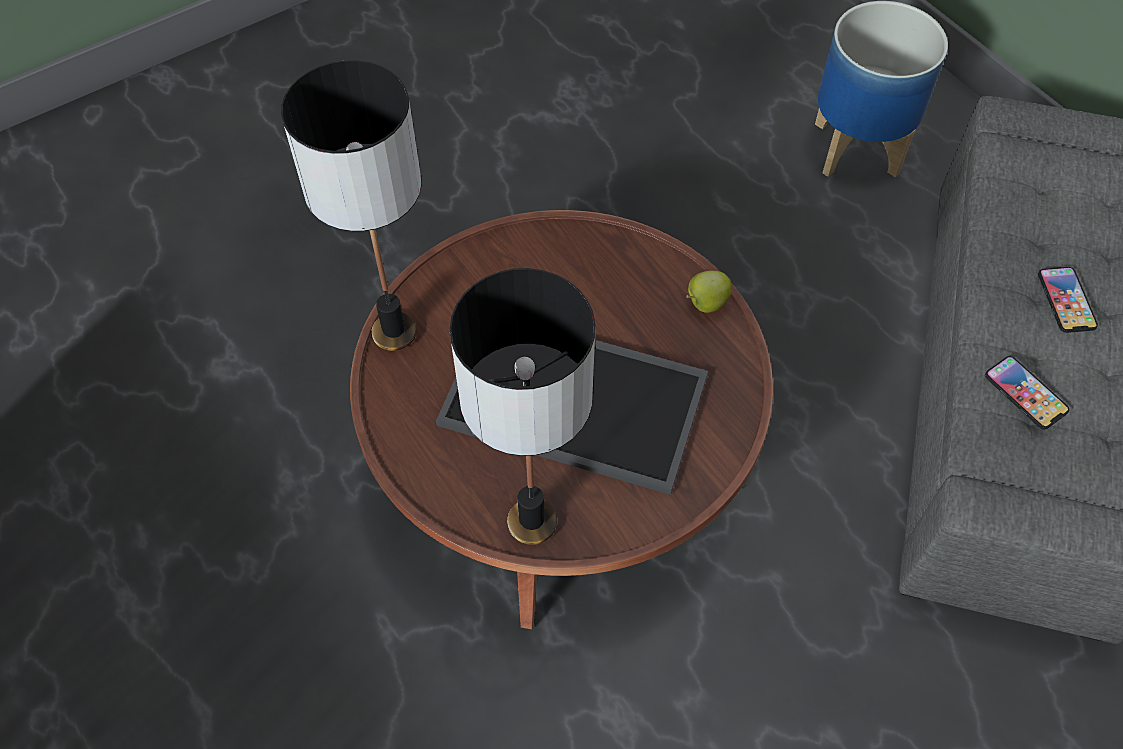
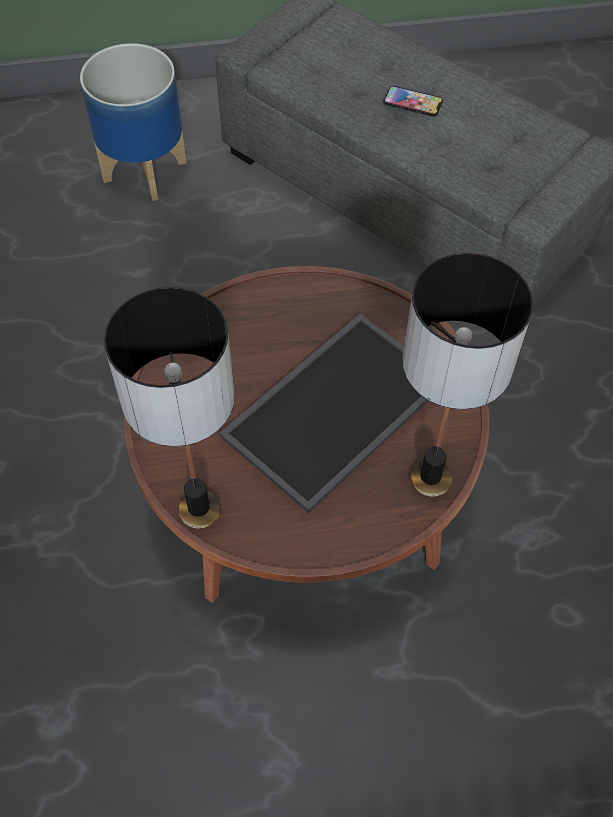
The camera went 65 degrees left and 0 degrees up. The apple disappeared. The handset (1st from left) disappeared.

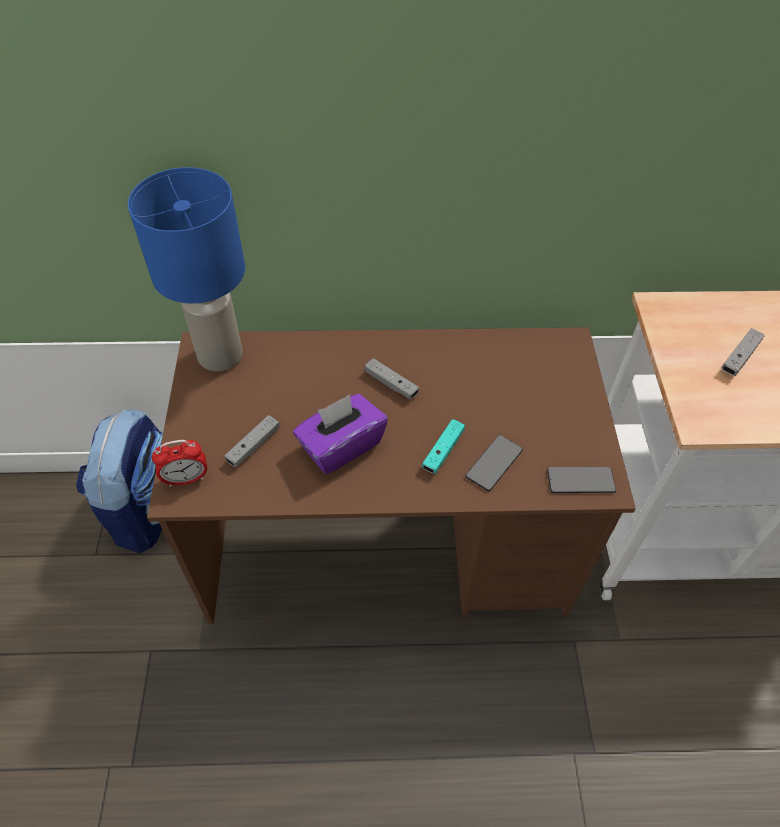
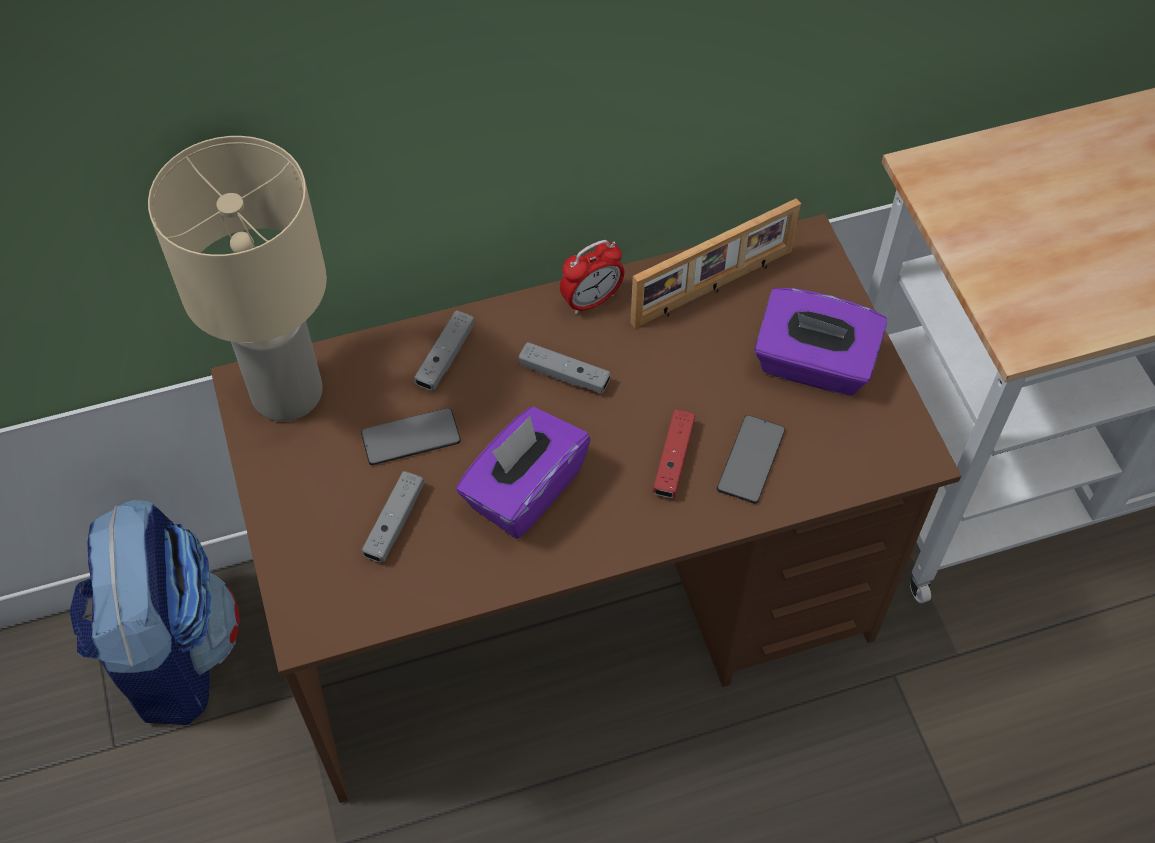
The camera went 15 degrees left and 5 degrees up. The picture_frame appeared. The purple_tissue_box (2nd from left) appeared. The bedside_clock moved. The handset (2nd from left in the first image) moved. The gray_joypad (3rd from left in the first image) moved. The bluish_tabletop_lamp became the beige_tabletop_lamp. The blue-green_joypad became the reddish_joypad.

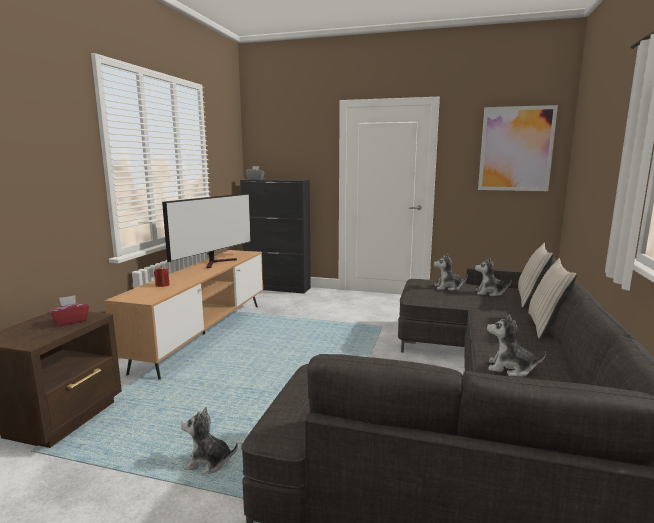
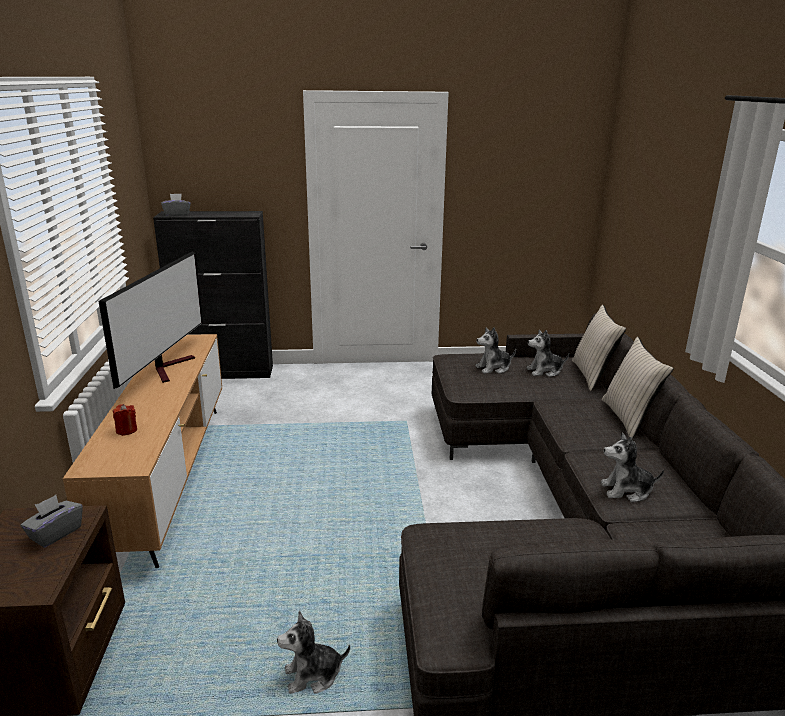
The camera went 20 degrees left and 10 degrees up. The wall_art disappeared. The reddish_tissue_box became the gray_tissue_box (1st from left).

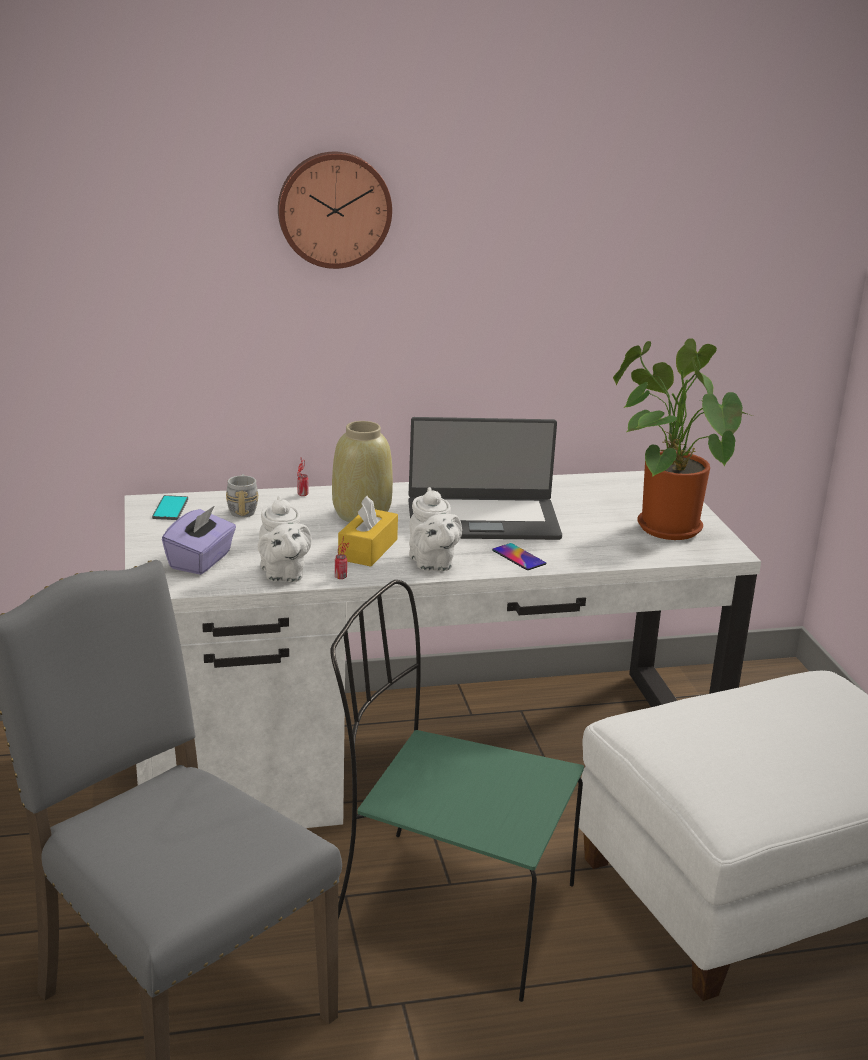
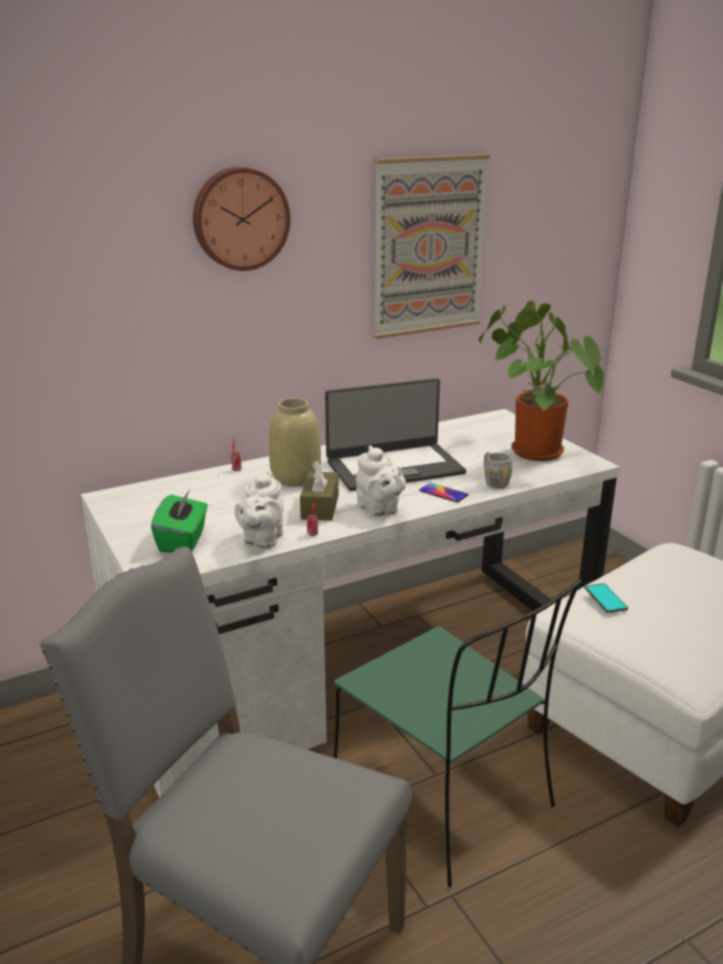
The camera went 15 degrees left and 0 degrees up. The wall_art appeared. The handset (1st from left in the first image) moved. The gray_tea_mug moved. The purple_tissue_box became the green-coloured_tissue_box. The yellow-coloured_tissue_box became the brownish_tissue_box. The whitish_tea_pot (1st from left) turned 45 degrees clockwise. The green-coloured_chair turned 135 degrees counterclockwise.

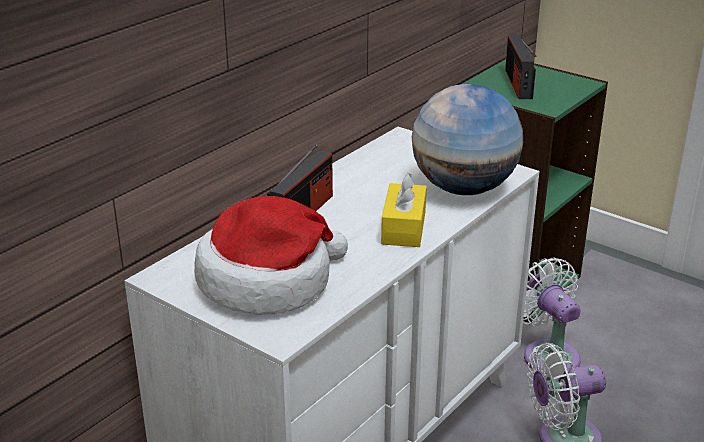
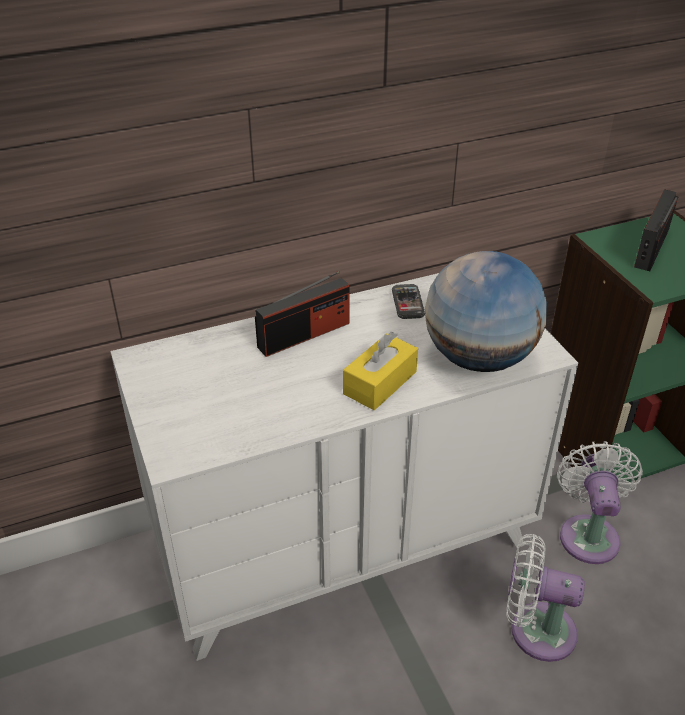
The camera went 30 degrees right and 10 degrees up. The hat disappeared. The handset appeared.

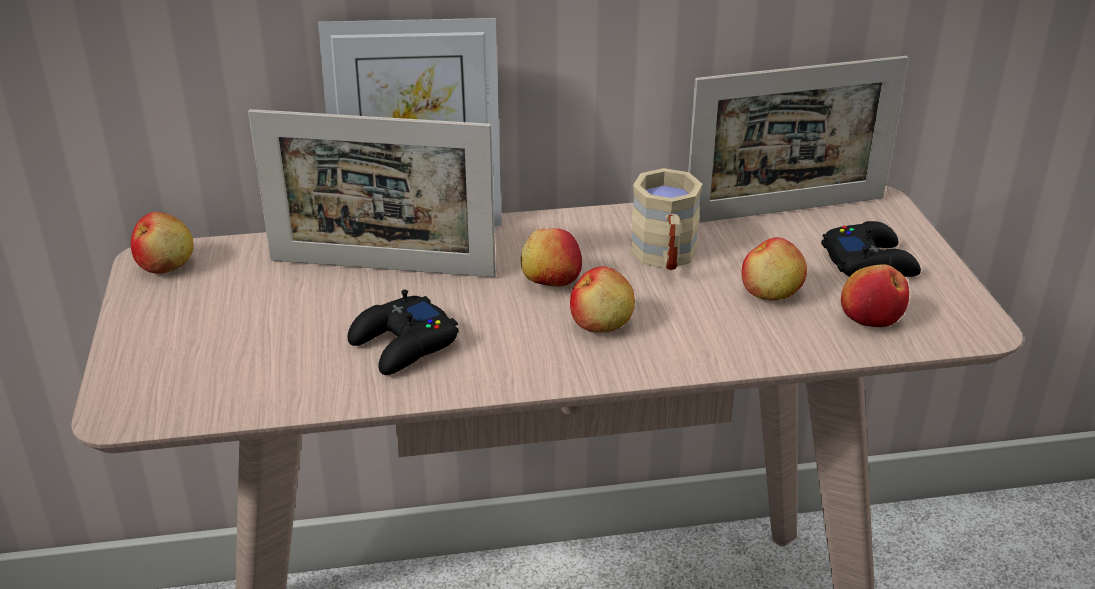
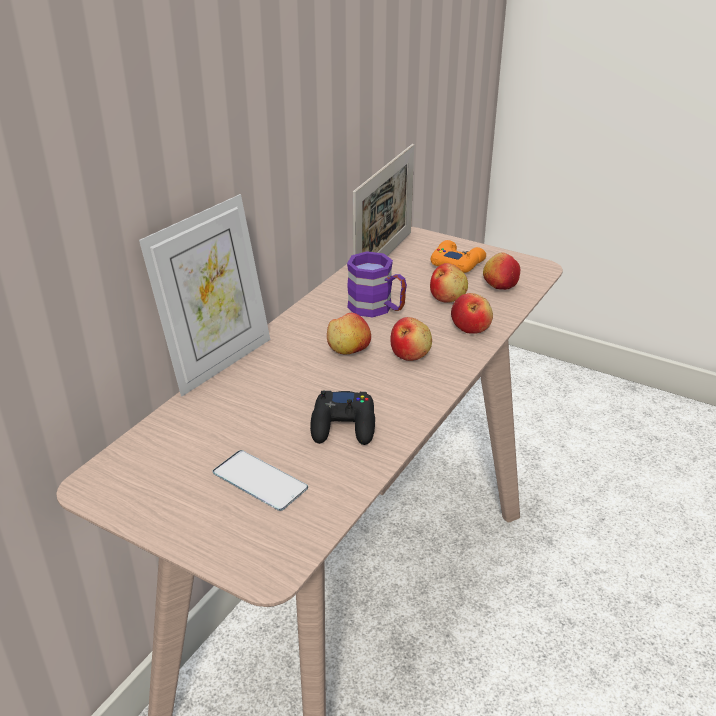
The camera went 50 degrees left and 0 degrees up. The picture_frame (1st from left) disappeared. The handset appeared. The apple (1st from left in the first image) moved. The beige_tea_mug became the purple_tea_mug. The black_joypad (2nd from left) became the orange_joypad.

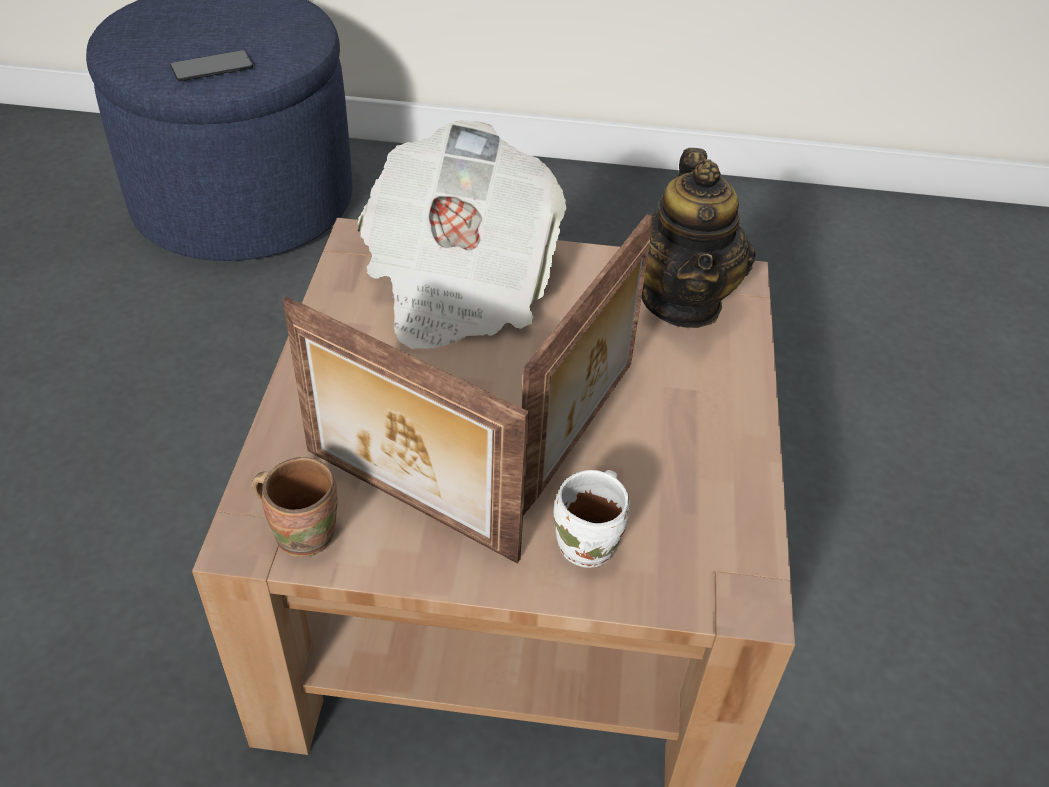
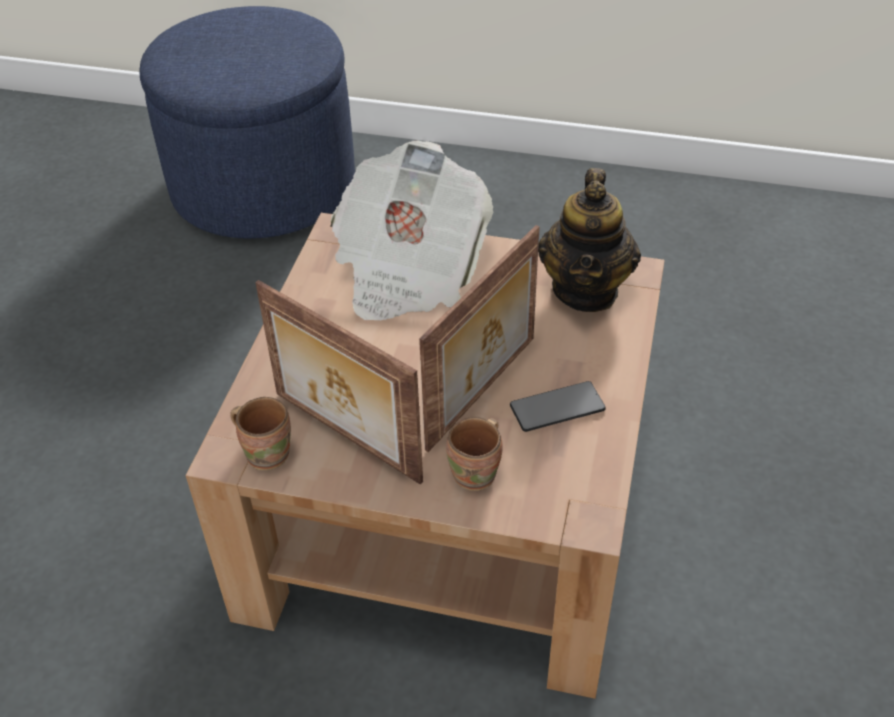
The camera went 10 degrees right and 0 degrees up. The handset moved. The whitish_tea_mug became the brownish_tea_mug (2nd from left).

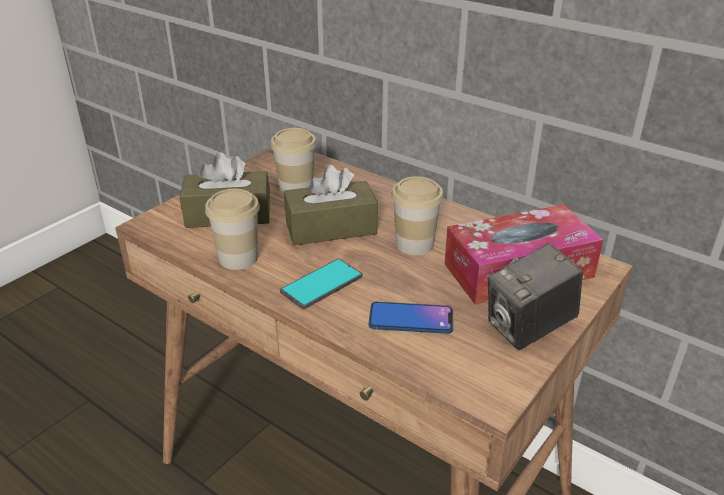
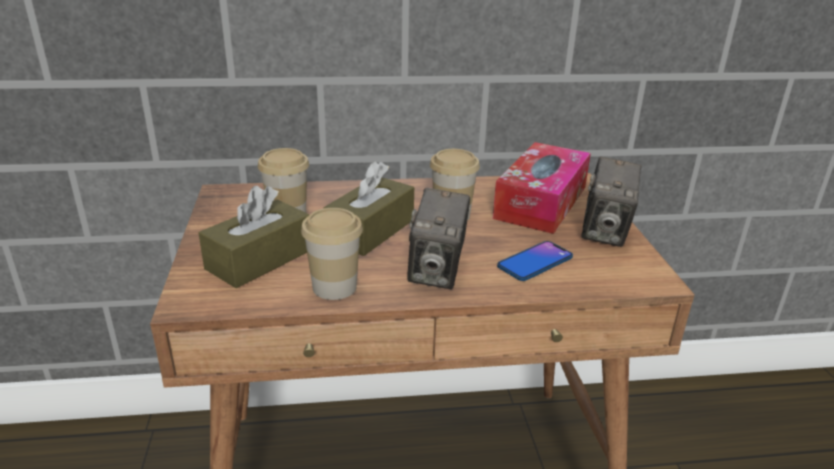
The camera went 45 degrees left and 5 degrees down. The handset (1st from left) was replaced by the photo_camera (1st from left).

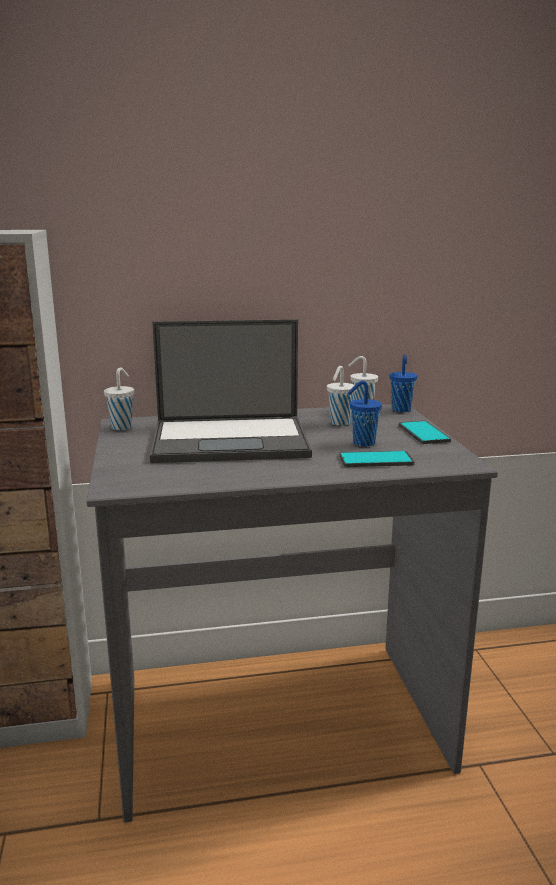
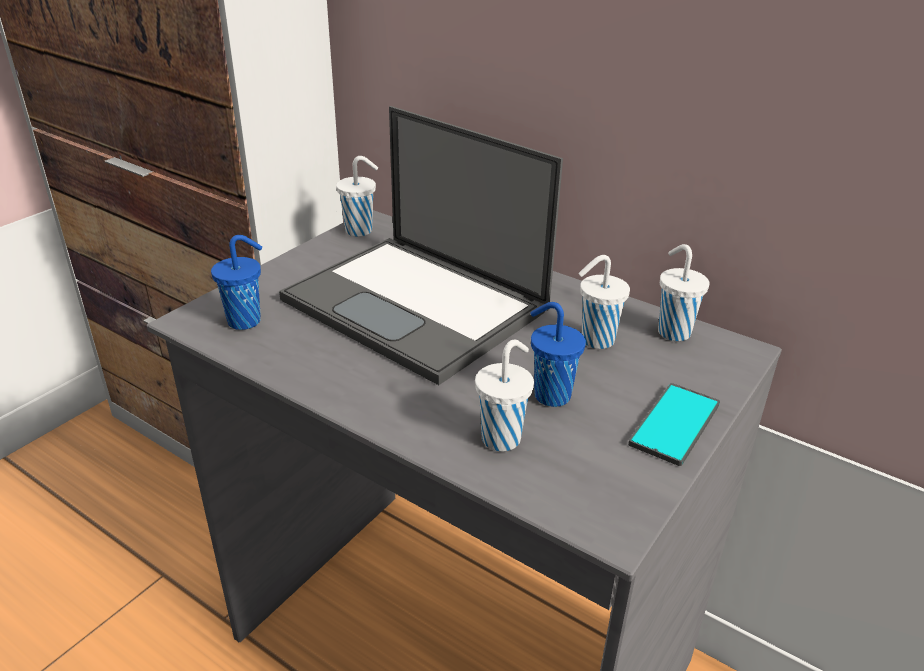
The camera went 45 degrees right and 15 degrees up. The bluish_small_cup (2nd from left in the first image) moved. The handset (1st from left) was replaced by the whitish_small_cup (2nd from left).

